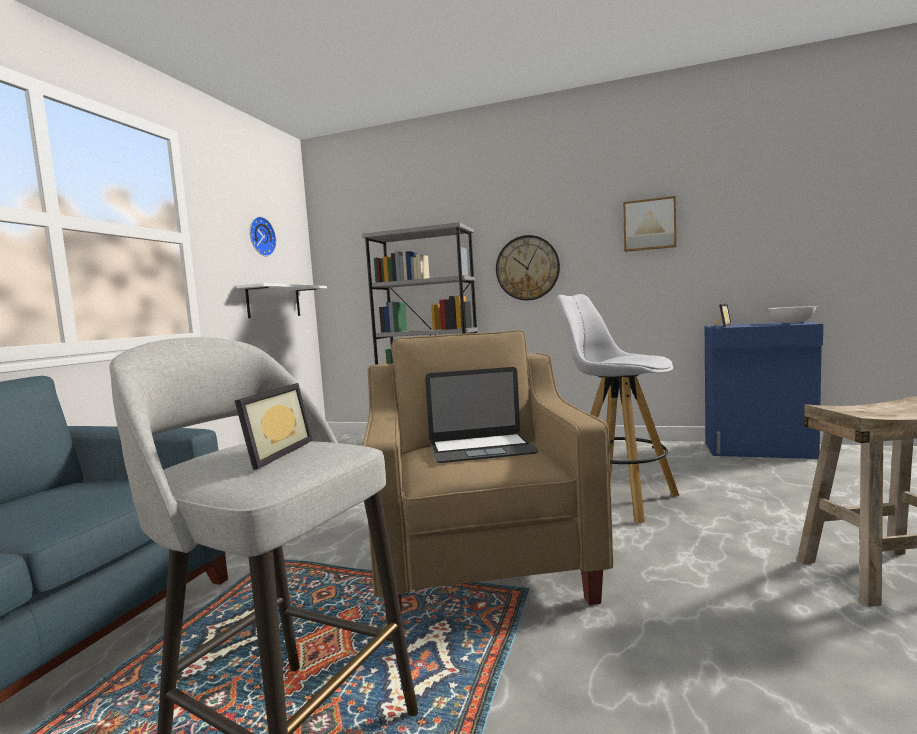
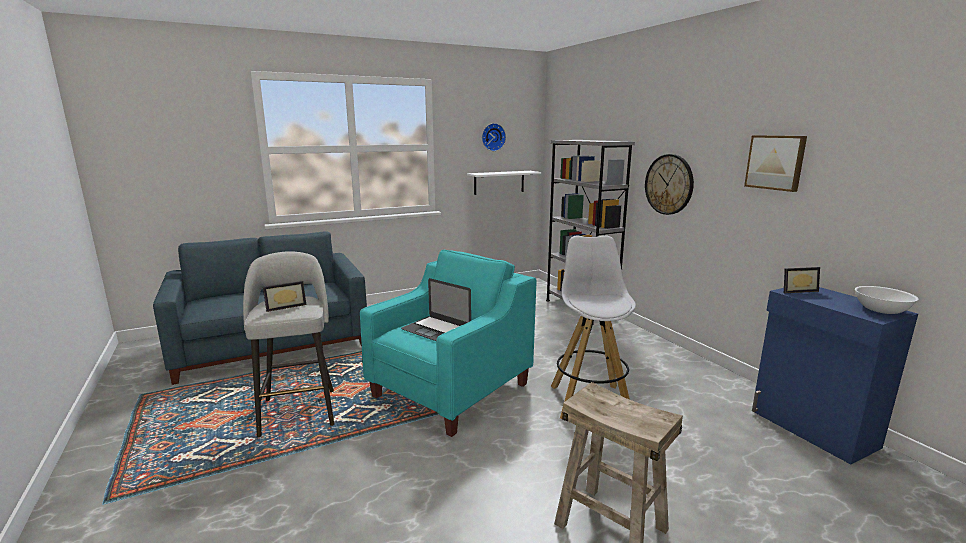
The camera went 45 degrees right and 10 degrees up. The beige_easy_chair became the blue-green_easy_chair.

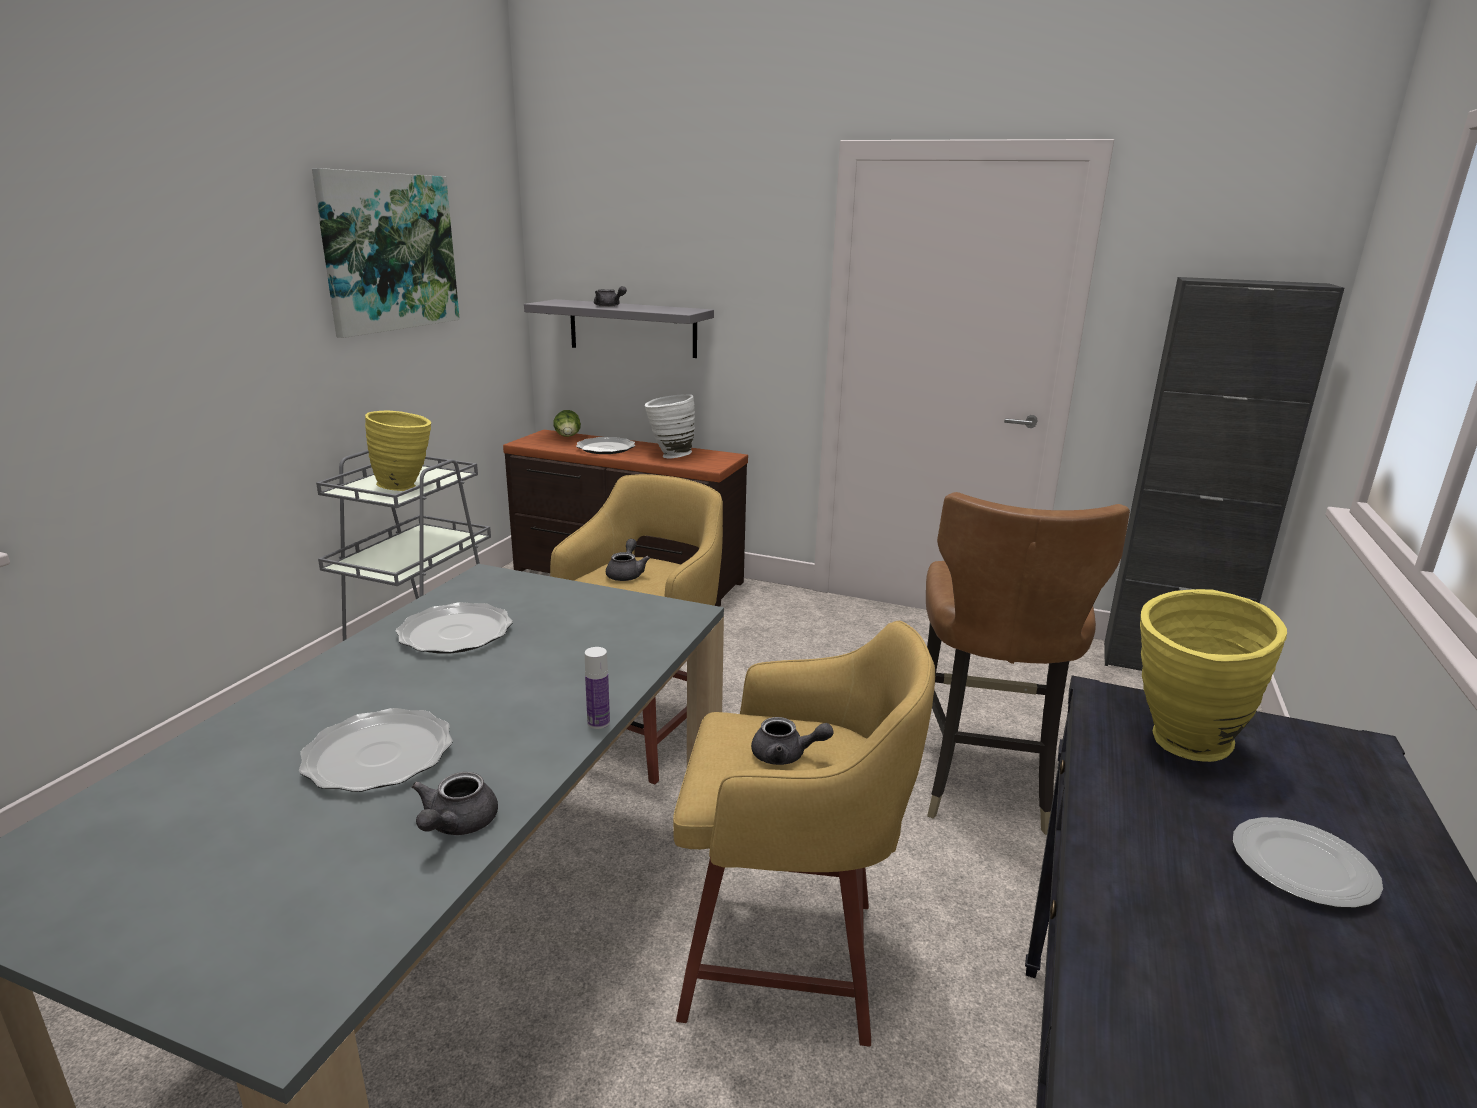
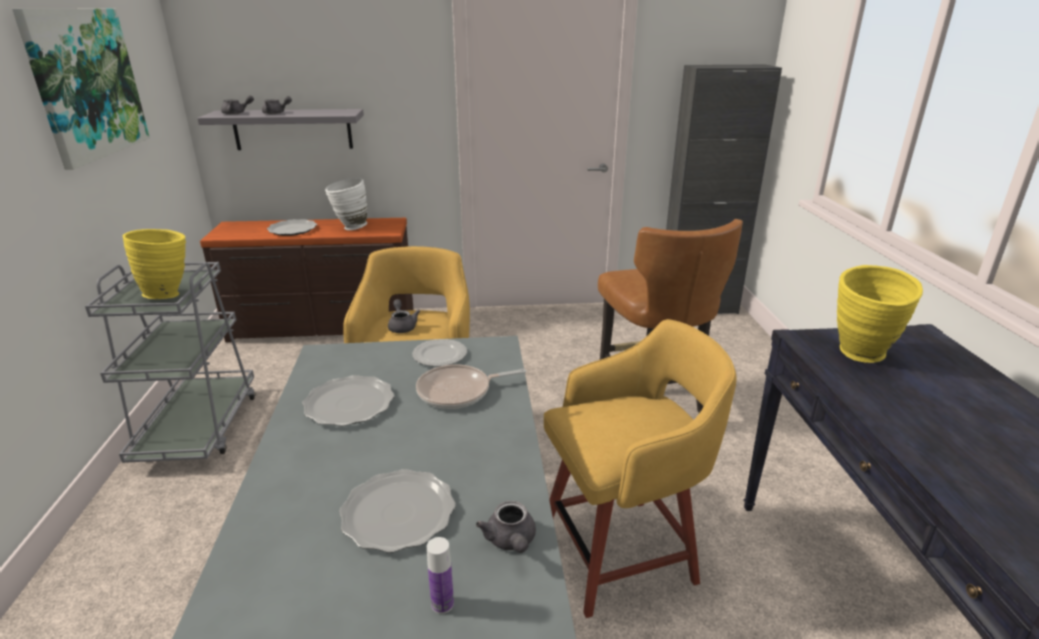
The camera went 25 degrees left and 5 degrees up. The lettuce_head disappeared. The frying_pan appeared. The beverage_bottle moved. The gray_tea_pot (4th from left in the first image) moved. The flat_dish (4th from left) moved.

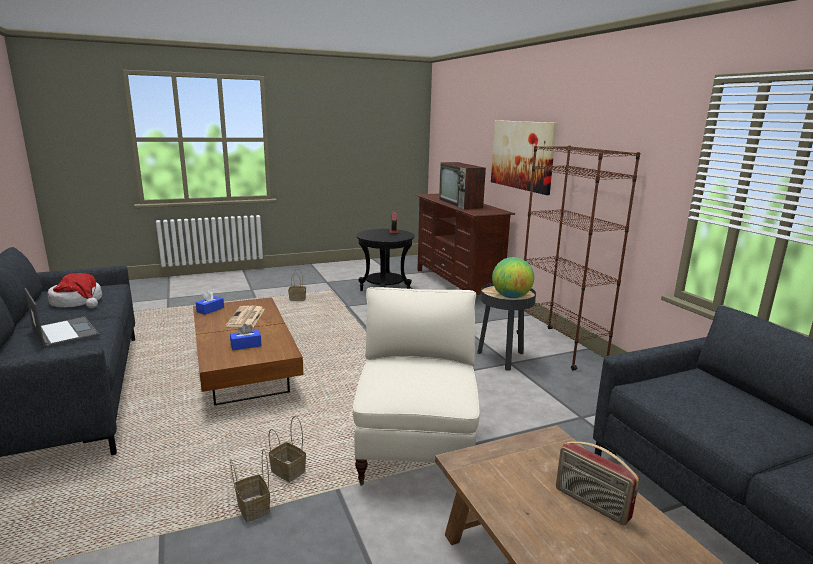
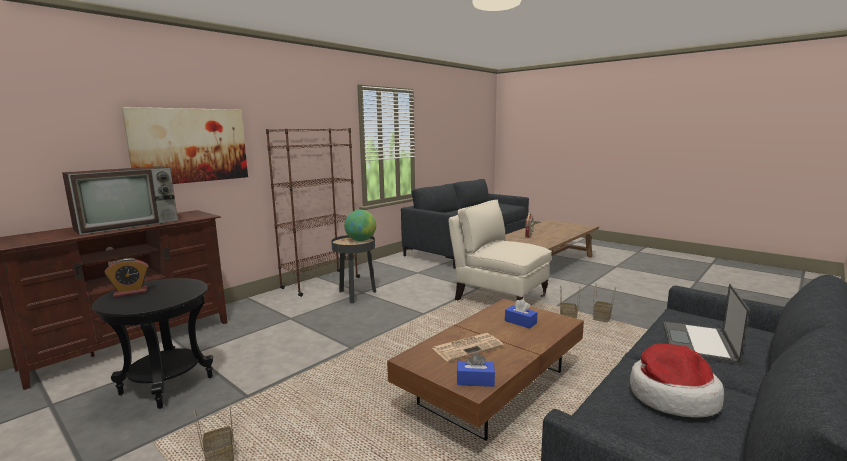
The camera went 115 degrees left and 5 degrees down. The beige_easy_chair turned 60 degrees clockwise.

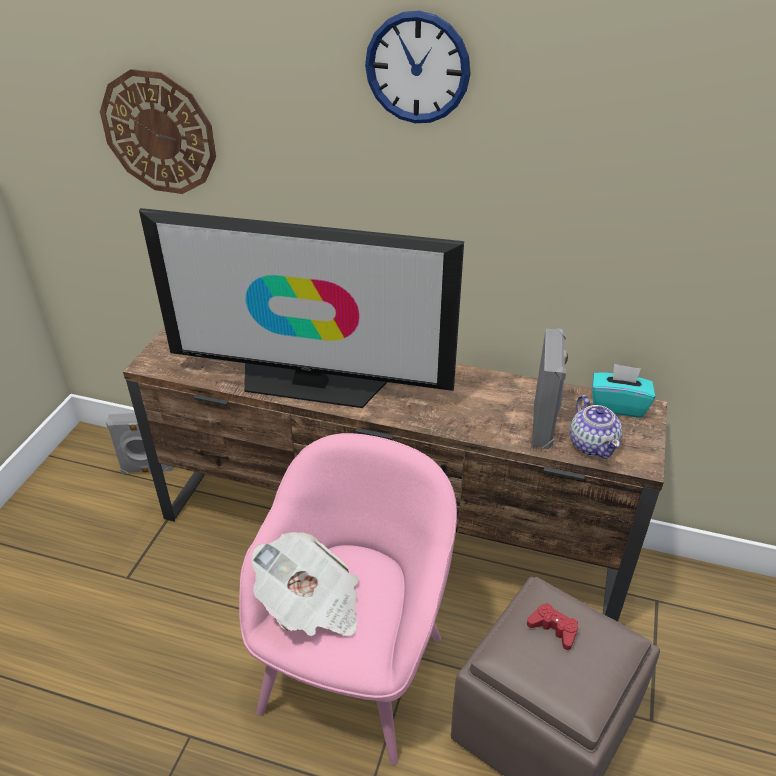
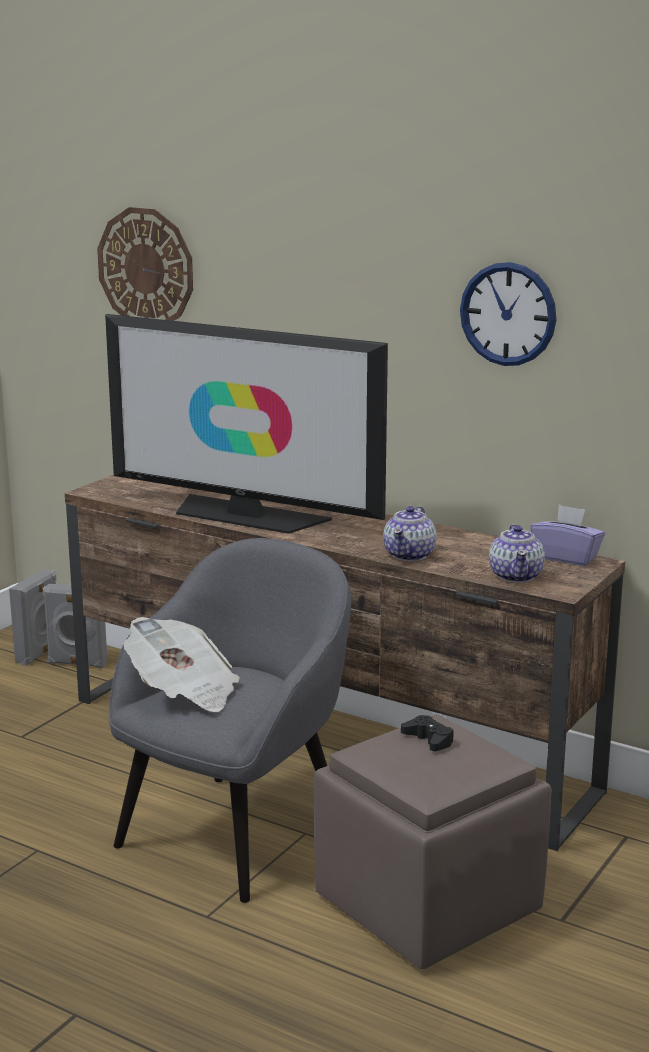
The camera went 15 degrees right and 20 degrees down. The tea_pot (1st from left) appeared. The clock_on_the_wall (2nd from left) moved. The gray_audio_speaker (2nd from left in the first image) moved. The pinkish_easy_chair became the gray_easy_chair. The reddish_joypad became the black_joypad. The blue-green_tissue_box became the purple_tissue_box.

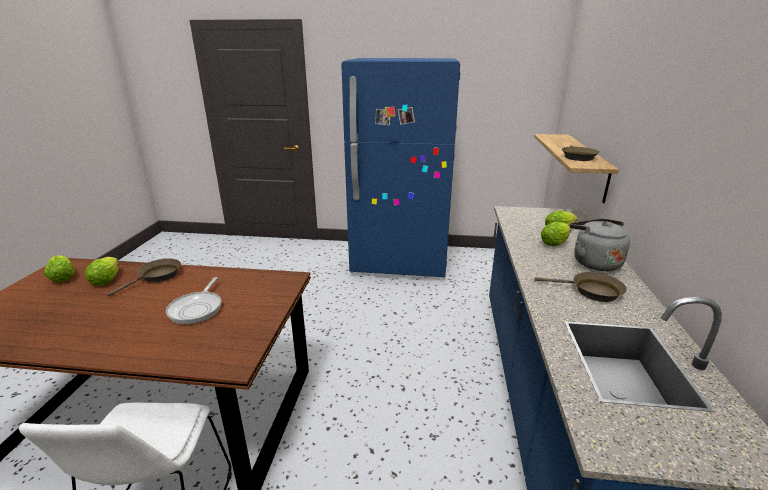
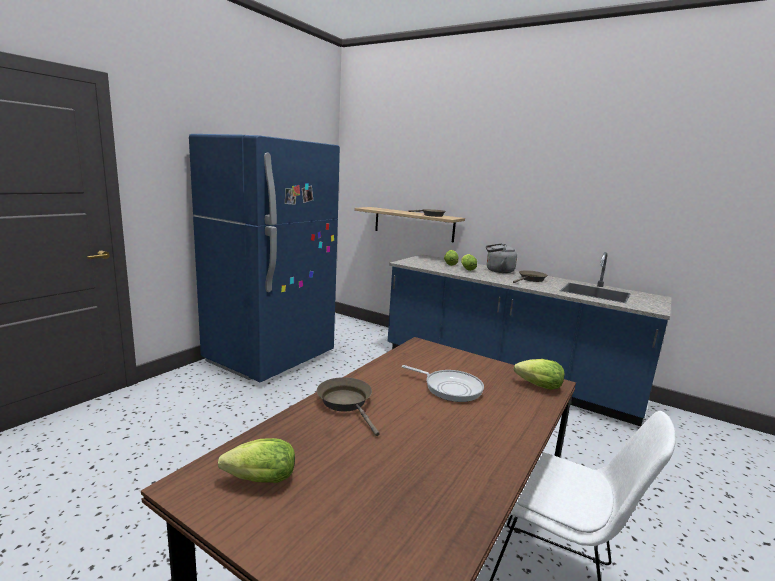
The camera went 65 degrees left and 10 degrees down. The lettuce_head (2nd from left in the first image) moved.

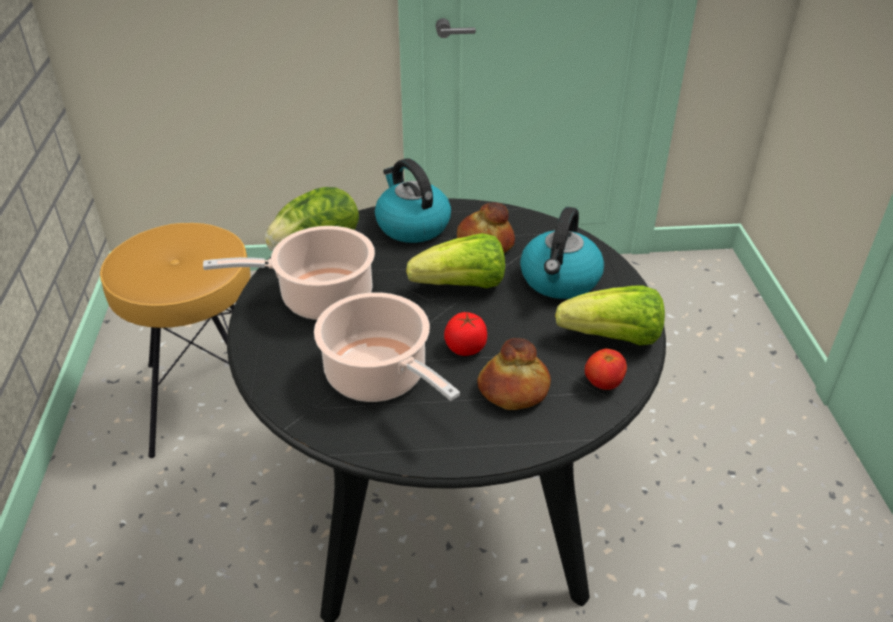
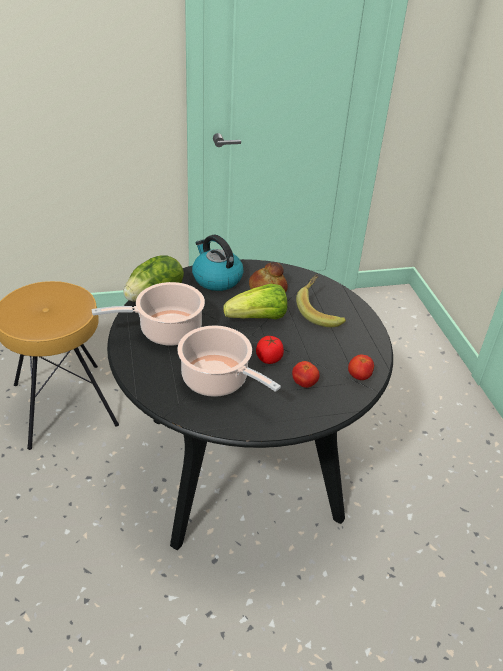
The camera went 10 degrees left and 0 degrees up. The lettuce_head (3rd from left) disappeared. The bakery_bread (2nd from left) was replaced by the whole_tomato (2nd from left). The tea_kettle (2nd from left) was replaced by the banana.

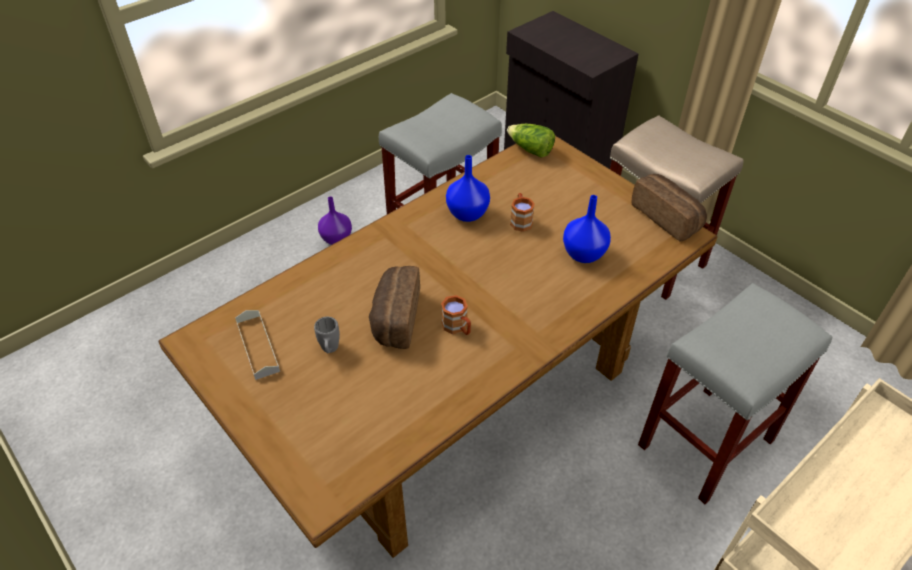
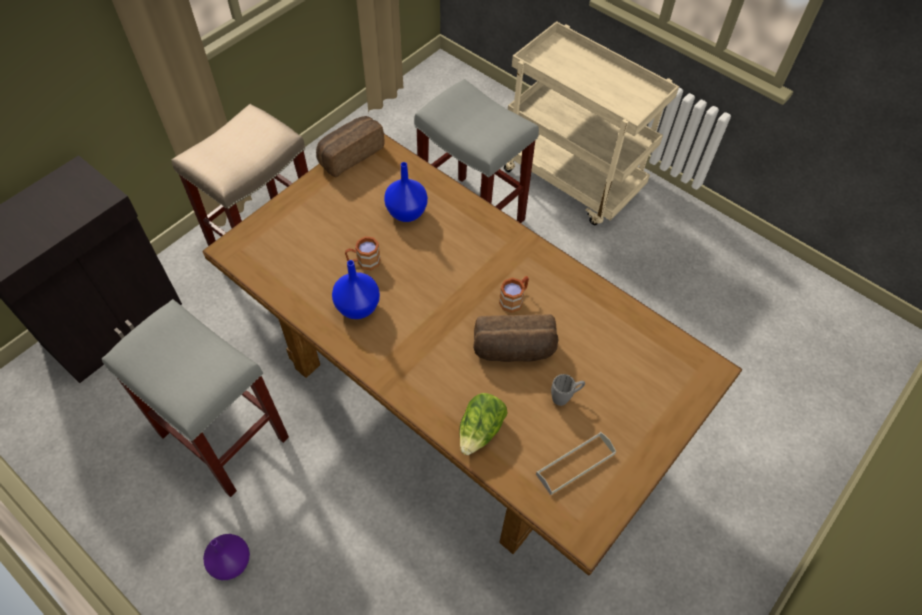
The camera went 100 degrees left and 10 degrees up. The lettuce_head moved.

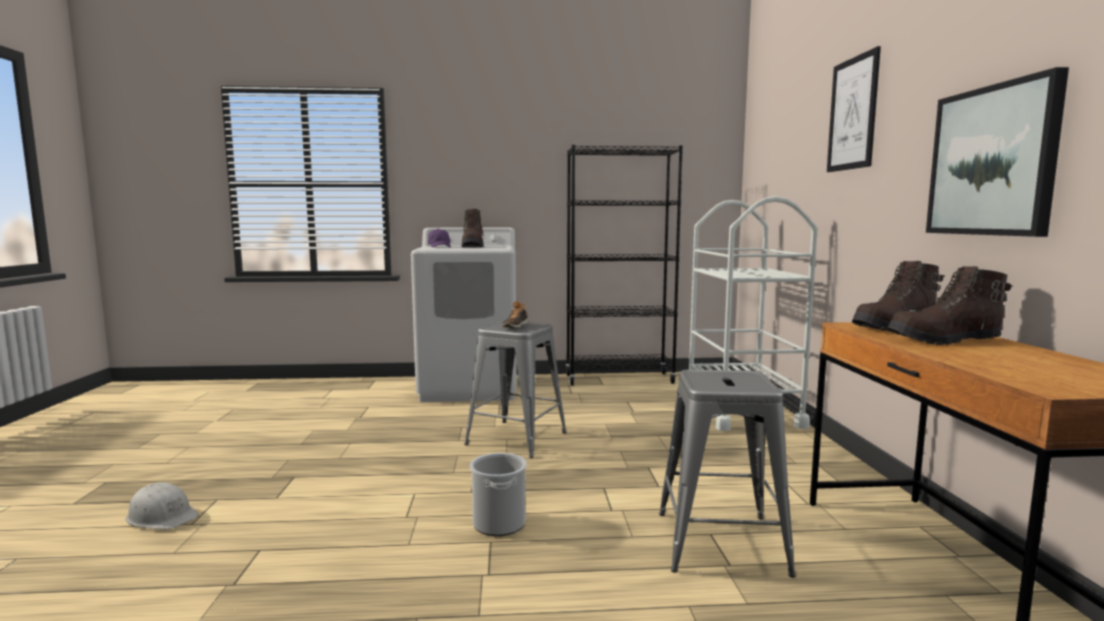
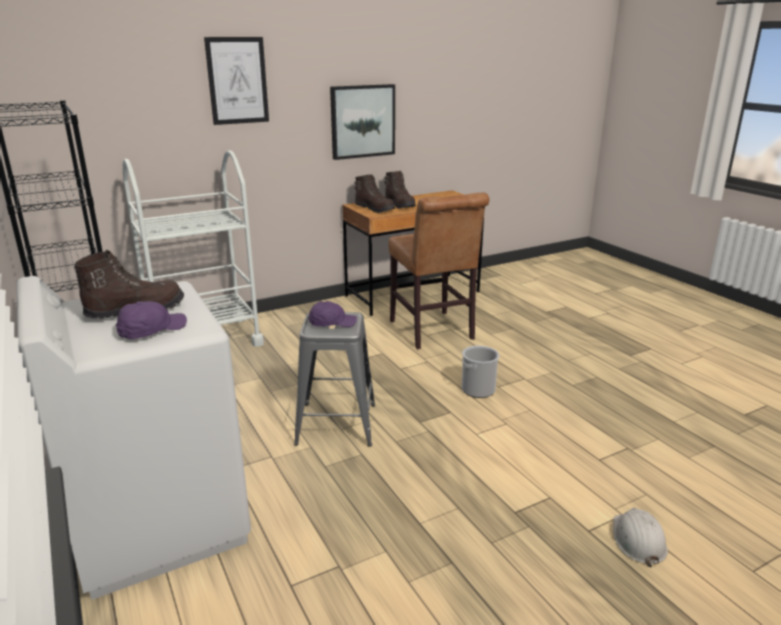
The camera went 115 degrees left and 15 degrees up. The item_of_footwear was replaced by the purple_baseball_cap (2nd from left). The gray_stool_seat (2nd from left) was replaced by the brownish_chair.

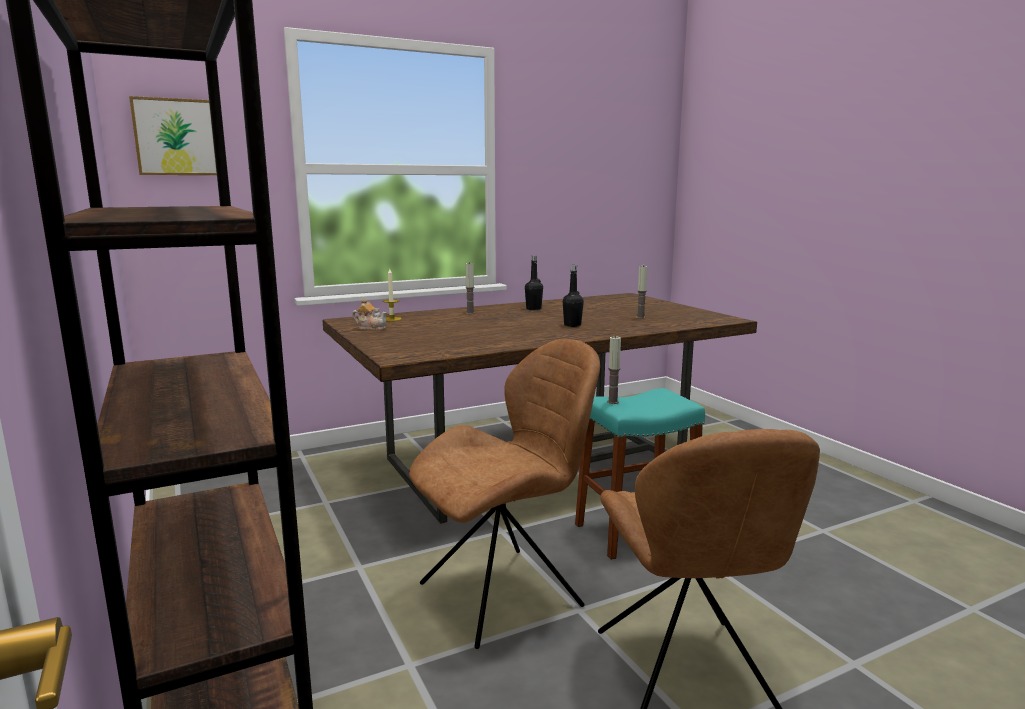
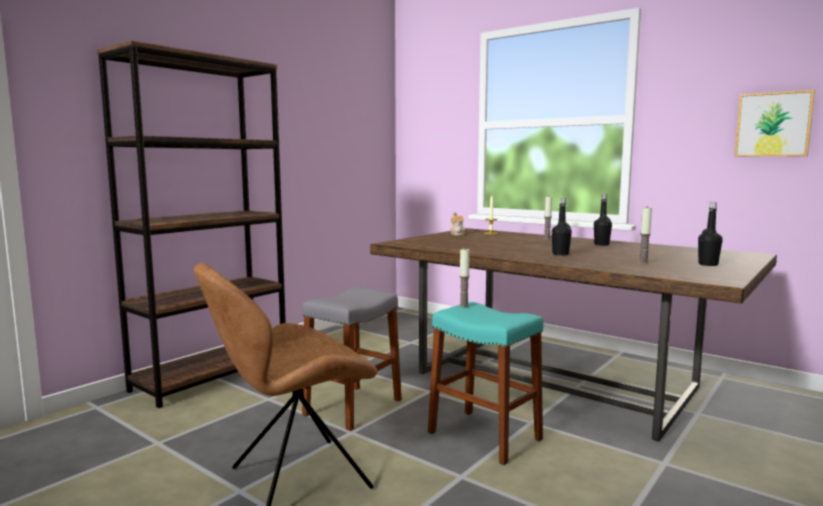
The camera went 65 degrees right and 5 degrees down. The black_beverage_bottle (3rd from left) appeared. The wall_art moved. The brownish_chair (1st from left) was replaced by the gray_stool_seat.

